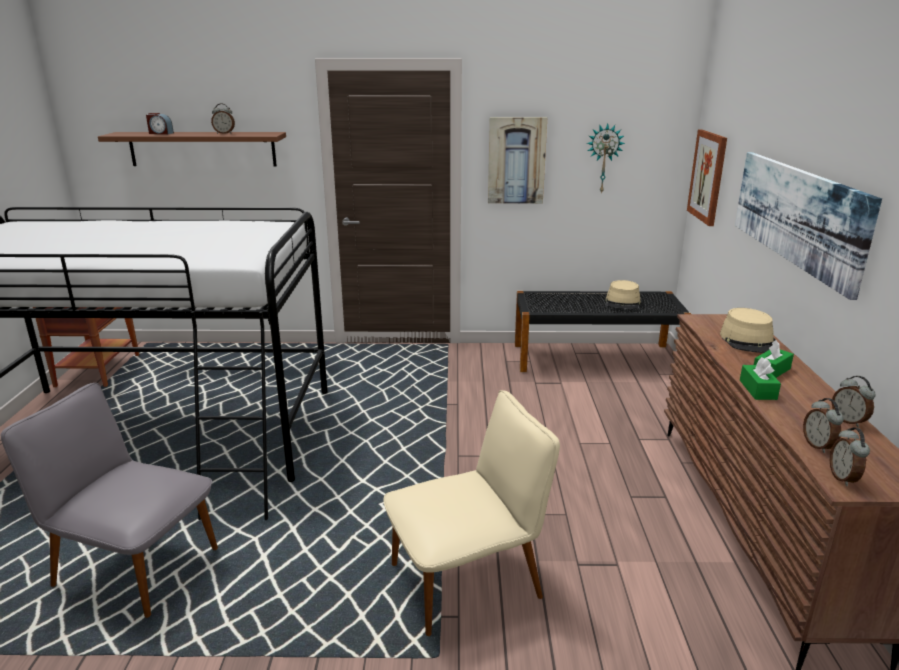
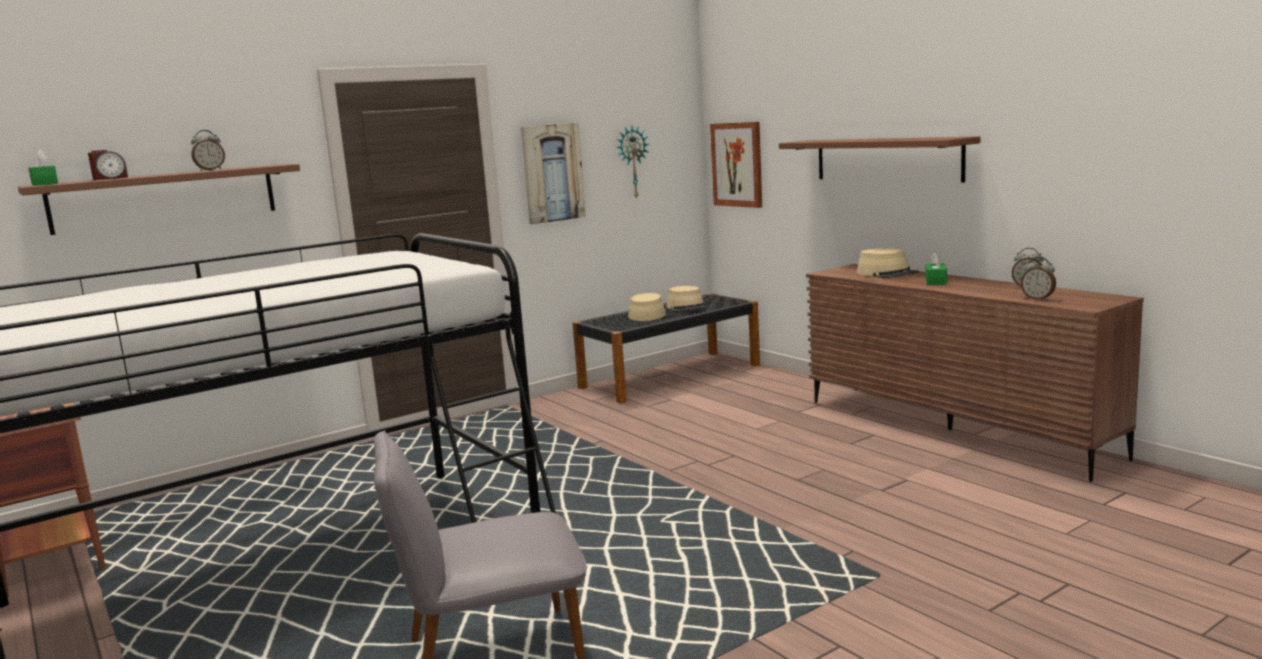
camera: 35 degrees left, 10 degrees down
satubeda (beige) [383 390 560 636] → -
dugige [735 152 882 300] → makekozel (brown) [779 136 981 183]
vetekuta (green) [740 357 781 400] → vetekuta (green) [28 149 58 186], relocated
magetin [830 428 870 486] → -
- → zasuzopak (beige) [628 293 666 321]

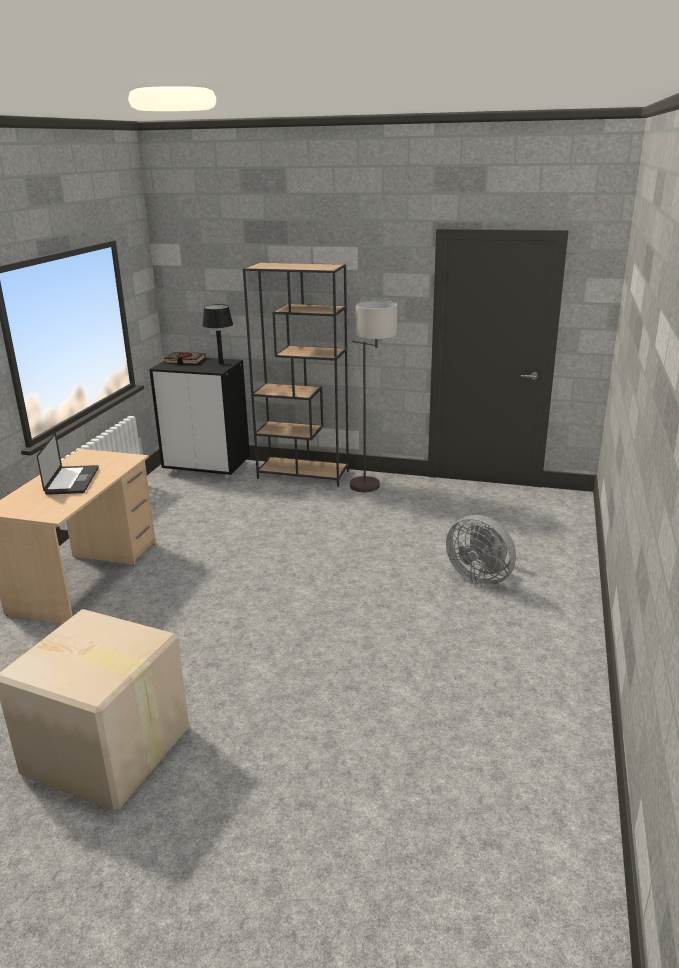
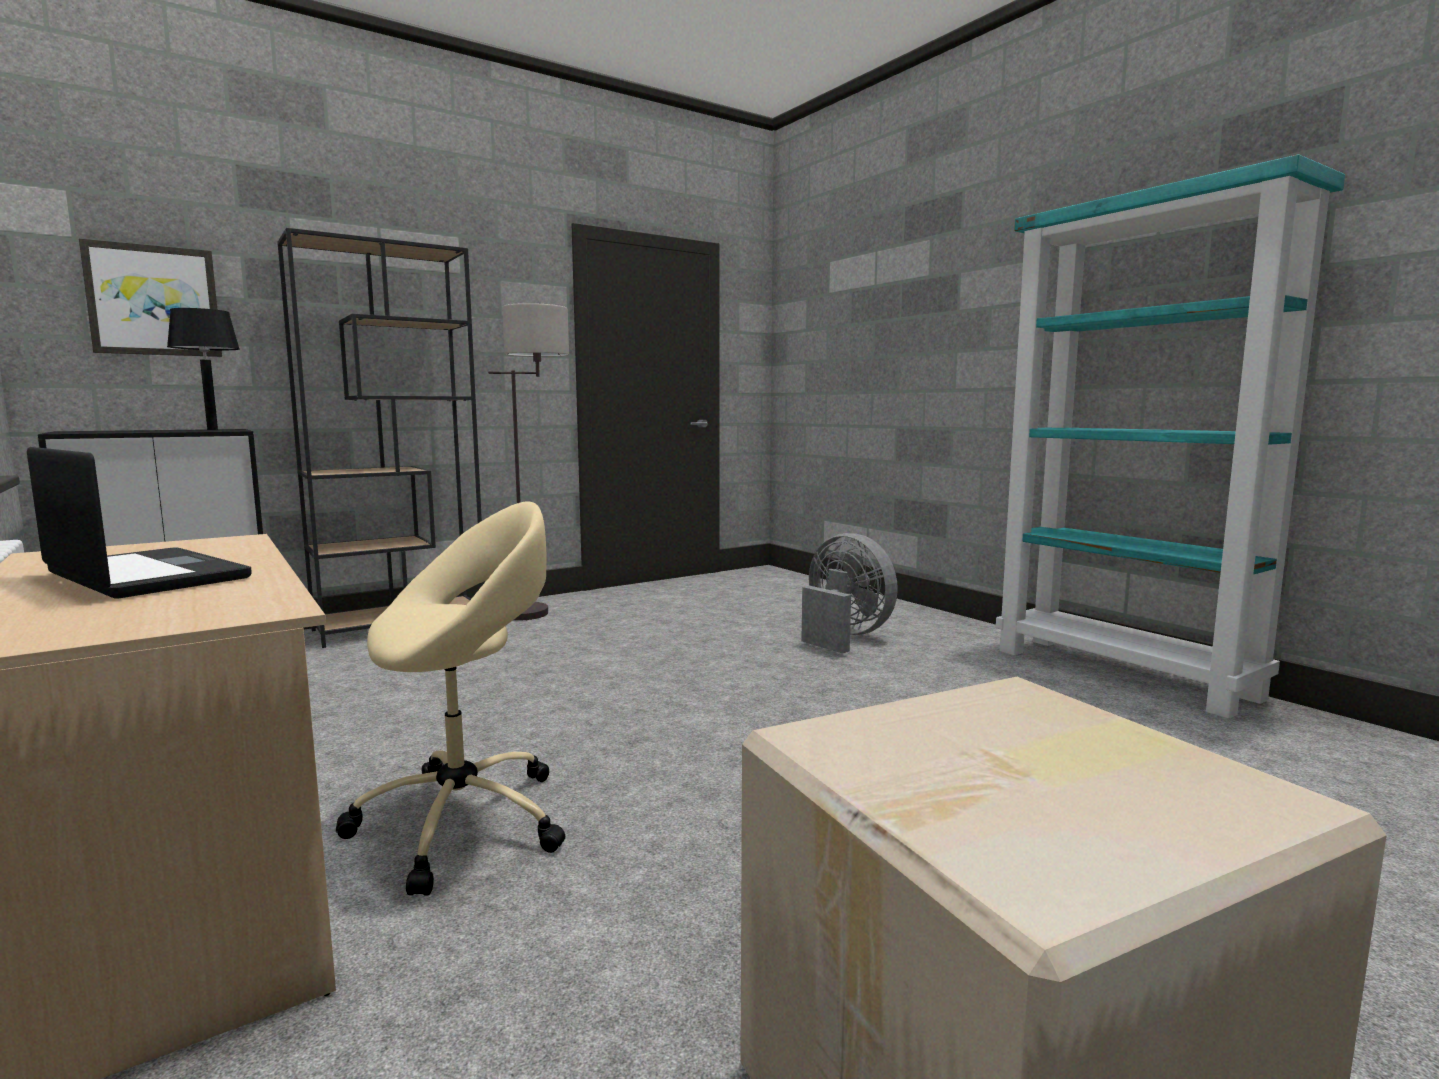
camera: 50 degrees left, 15 degrees down
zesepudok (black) [164 352 206 364] → -
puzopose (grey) [446 515 516 586] → puzopose (grey) [801 533 898 654], 120 degrees counterclockwise
- → dugige [79 238 222 357]
- → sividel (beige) [336 501 565 896]
- → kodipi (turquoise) [996 154 1345 719]

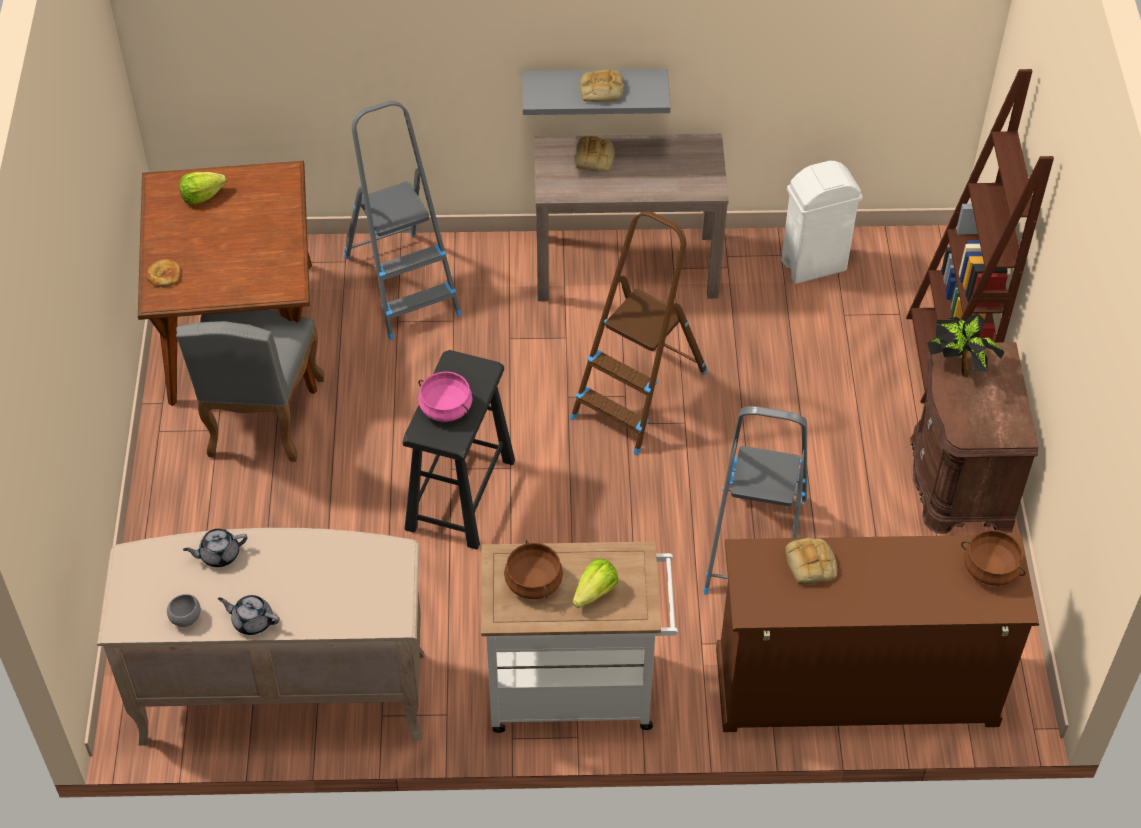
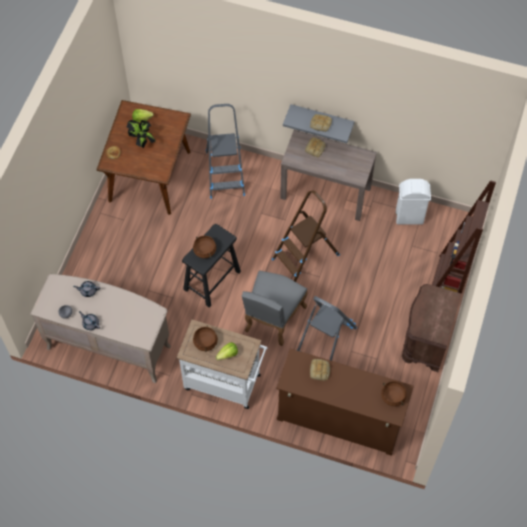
camera: 20 degrees right, 10 degrees up
satubeda (grey) [176 309 324 462] → satubeda (grey) [242 270 308 346], relocated
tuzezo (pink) [418 371 473 422] → tuzezo (brown) [193 236 216 258]
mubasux [927 314 1005 377] → mubasux [127 120 156 148], relocated

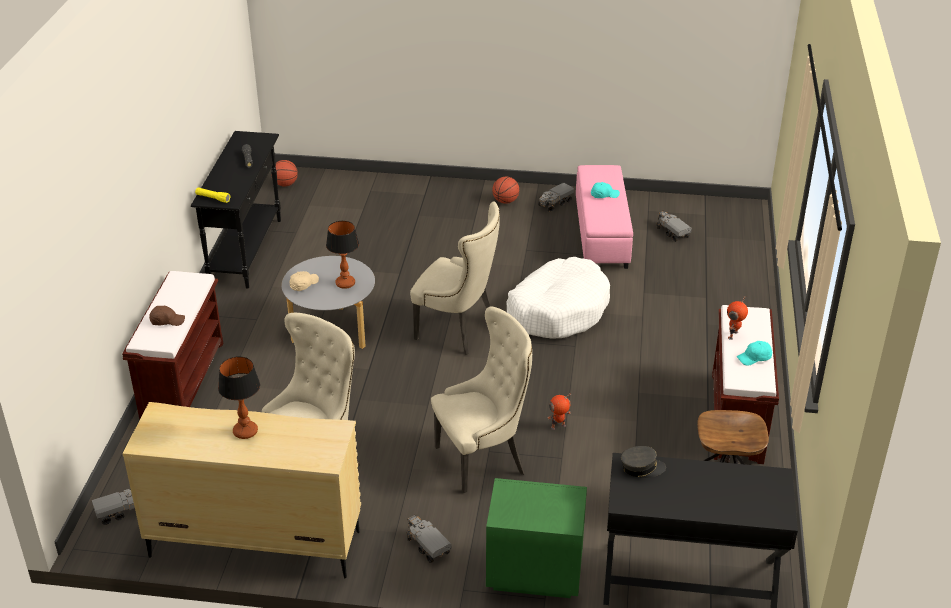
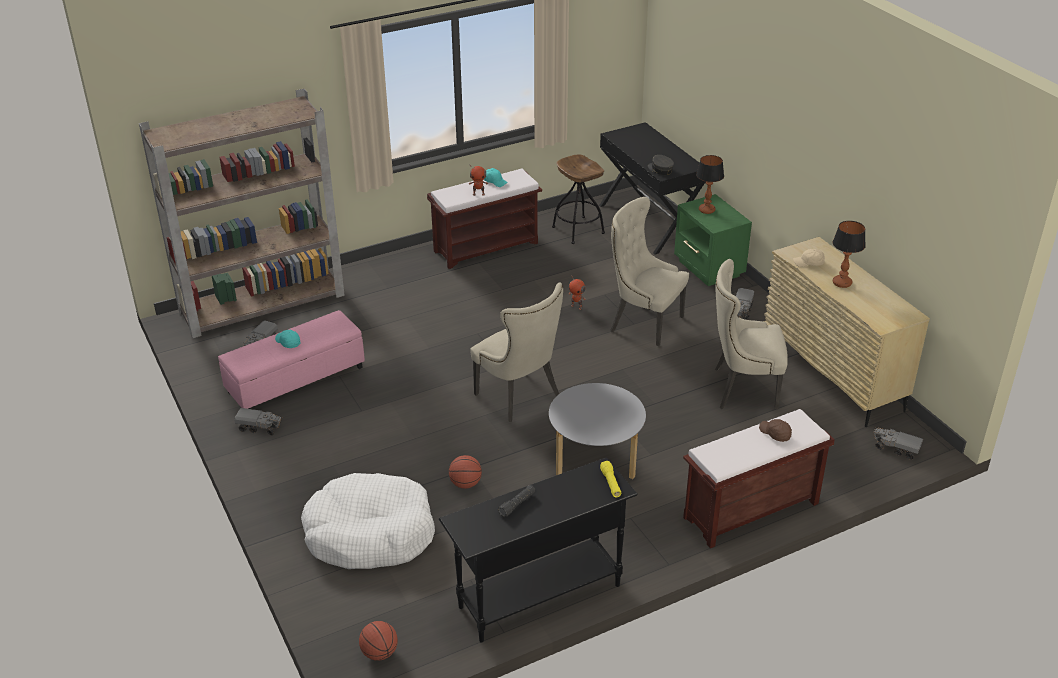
camera: 125 degrees left, 0 degrees up
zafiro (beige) [290 271 319 291] → zafiro (beige) [793 249 825 267], relocated
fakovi [326 221 359 289] → fakovi [696 155 724 214], relocated
satubeda (beige) [410 201 500 355] → satubeda (beige) [470 282 563 422], 150 degrees clockwise
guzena [492 177 519 204] → guzena [449 455 482 489], relocated
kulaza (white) [507 257 610 339] → kulaza (white) [301 473 435 569], relocated
- → kodipi (brown) [139 89 345 338]

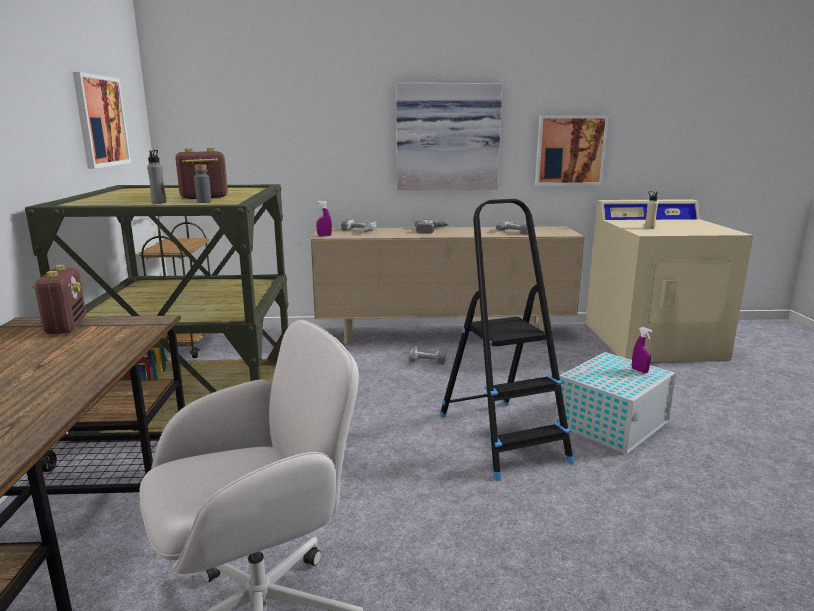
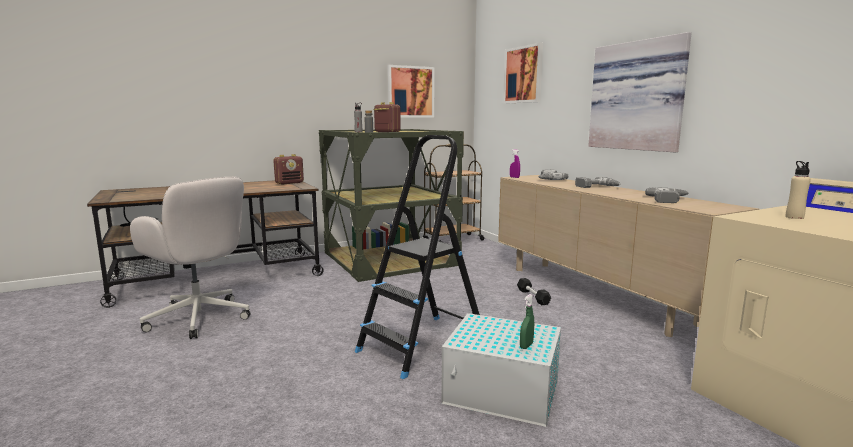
camera: 65 degrees right, 5 degrees down
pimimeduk [409 345 446 364] → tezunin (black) [517 278 551 305]
dugige [535 115 609 186] → dugige [503 42 543 104], relocated
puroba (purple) [632 327 652 373] → puroba (green) [520 294 534 349]

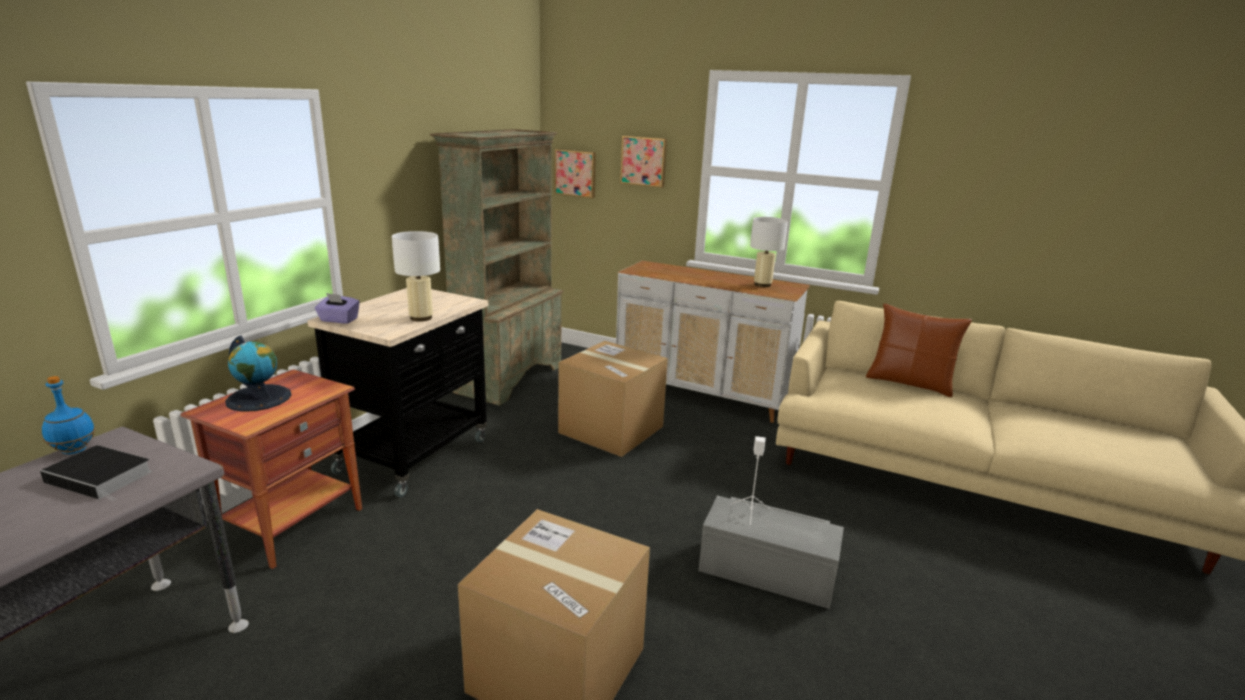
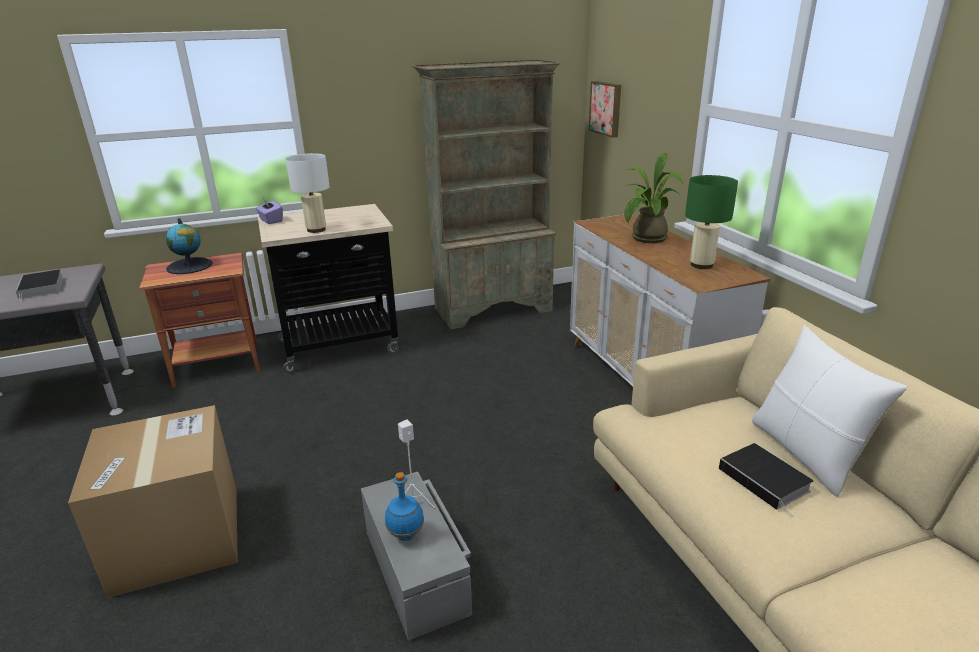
camera: 45 degrees right, 5 degrees up
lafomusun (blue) [42 376 95 454] → lafomusun (blue) [385 472 424 541], relocated
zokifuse [558 341 668 457] → -
dugige [620 136 667 188] → -
fakovi (white) [750 217 788 287] → fakovi (green) [685 175 738 269]
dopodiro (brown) [866 303 972 397] → dopodiro (white) [752 325 907 497]
- → mubasux [624 153 683 243]
- → zesepudok [719 443 813 517]

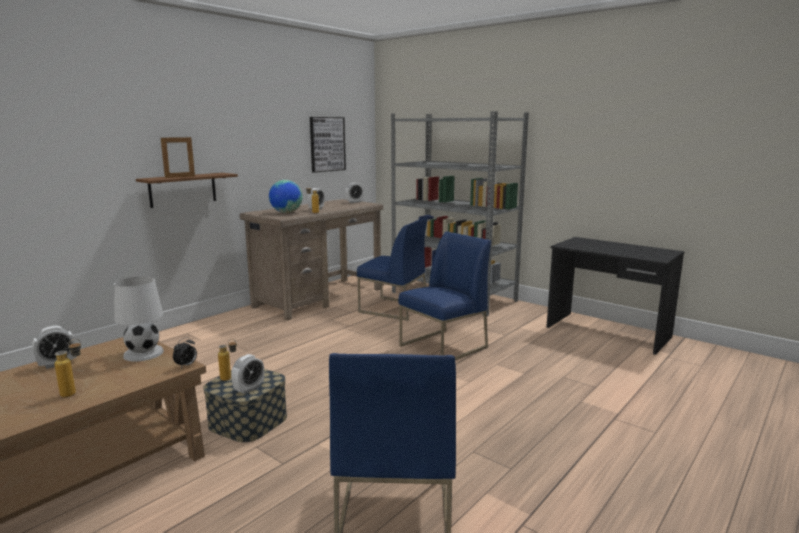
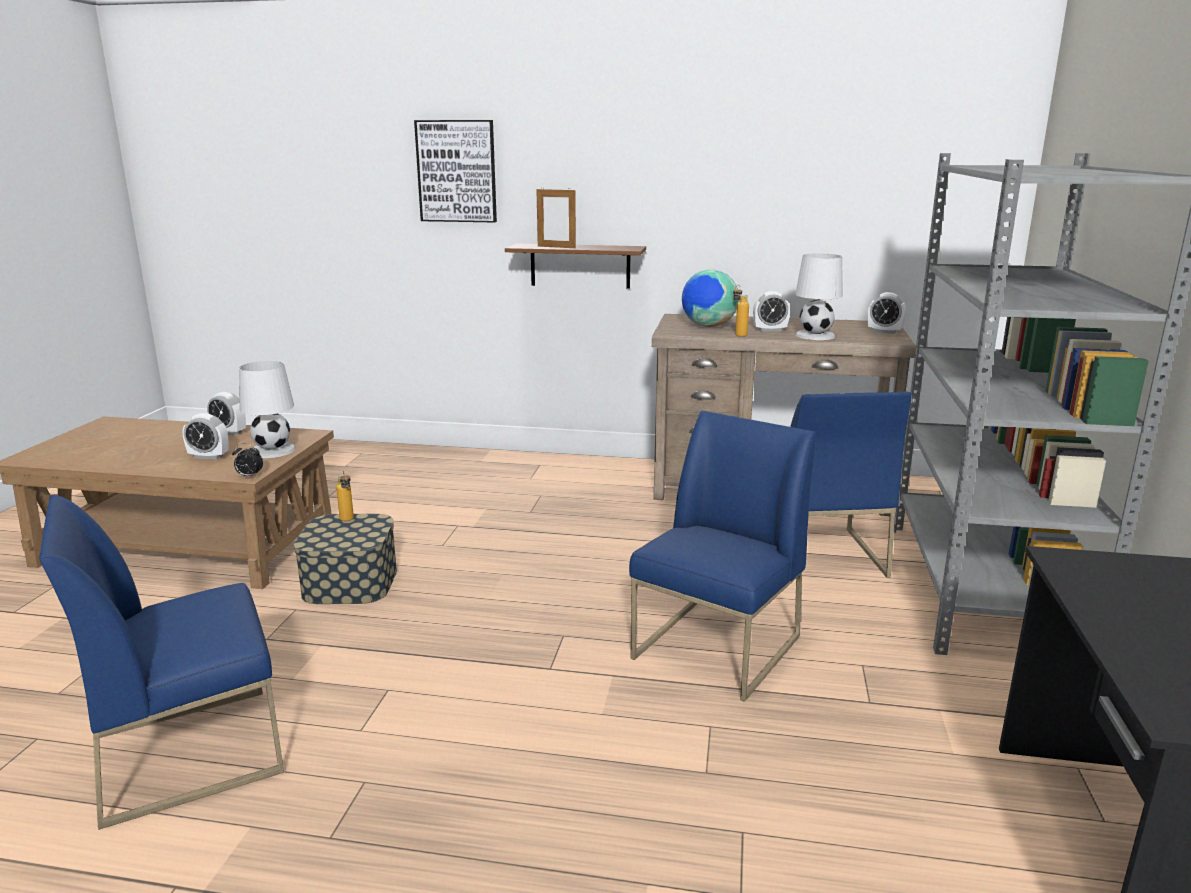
camera: 60 degrees right, 5 degrees up
lafomusun [55 339 81 397] → -
magetin [231 354 264 394] → magetin [183 413 229 459], relocated
dugige [310 117 346 173] → dugige [414 120 497 223], relocated
satubeda (blue) [398 231 491 361] → satubeda (blue) [629 411 816 702], 75 degrees counterclockwise
- → fakovi (white) [795 253 843 340]

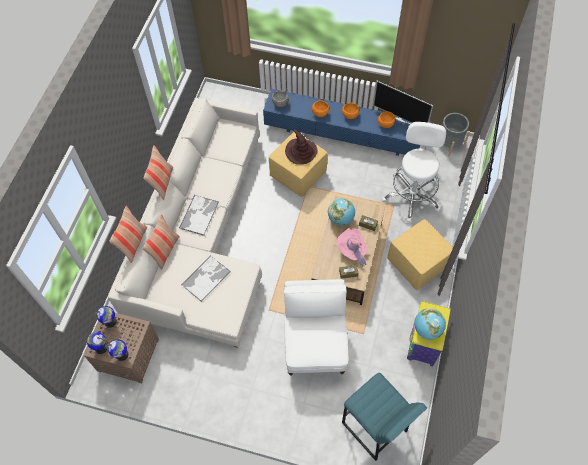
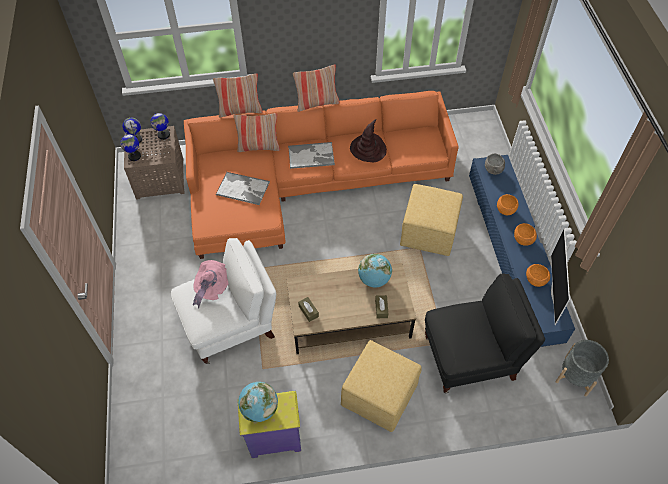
camera: 65 degrees right, 5 degrees down
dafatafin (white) [108 98 262 348] → dafatafin (orange) [184 91 459 259]
zasuzopak (brown) [285 128 318 165] → zasuzopak (brown) [350 119 387 162], relocated
zasuzopak (pink) [337 228 368 267] → zasuzopak (pink) [193 260 229 308], relocated
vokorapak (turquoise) [342 373 427 461] → -
vokorapak (white) [382 122 446 222] → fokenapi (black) [425 273 545 393]

